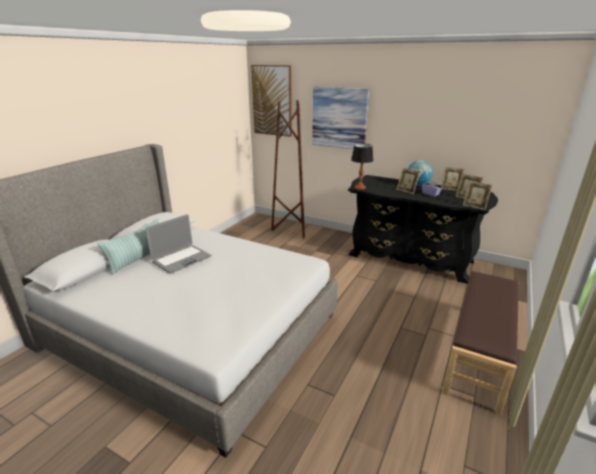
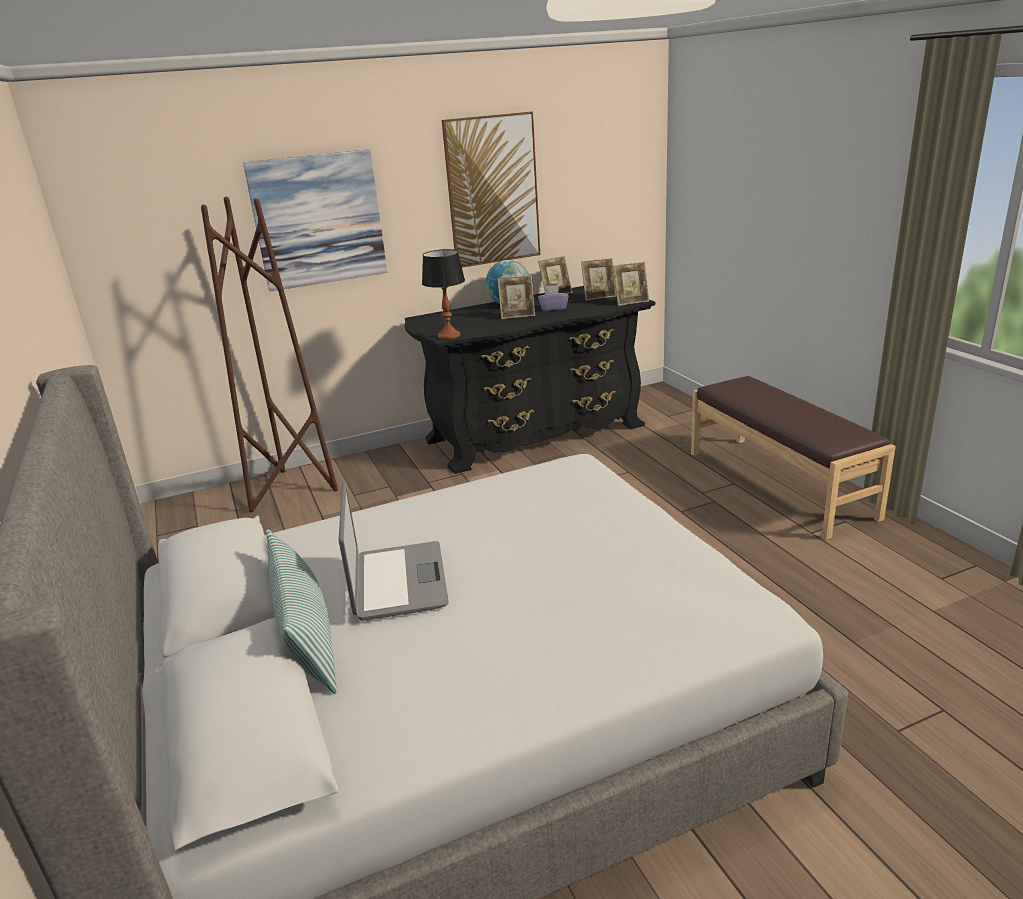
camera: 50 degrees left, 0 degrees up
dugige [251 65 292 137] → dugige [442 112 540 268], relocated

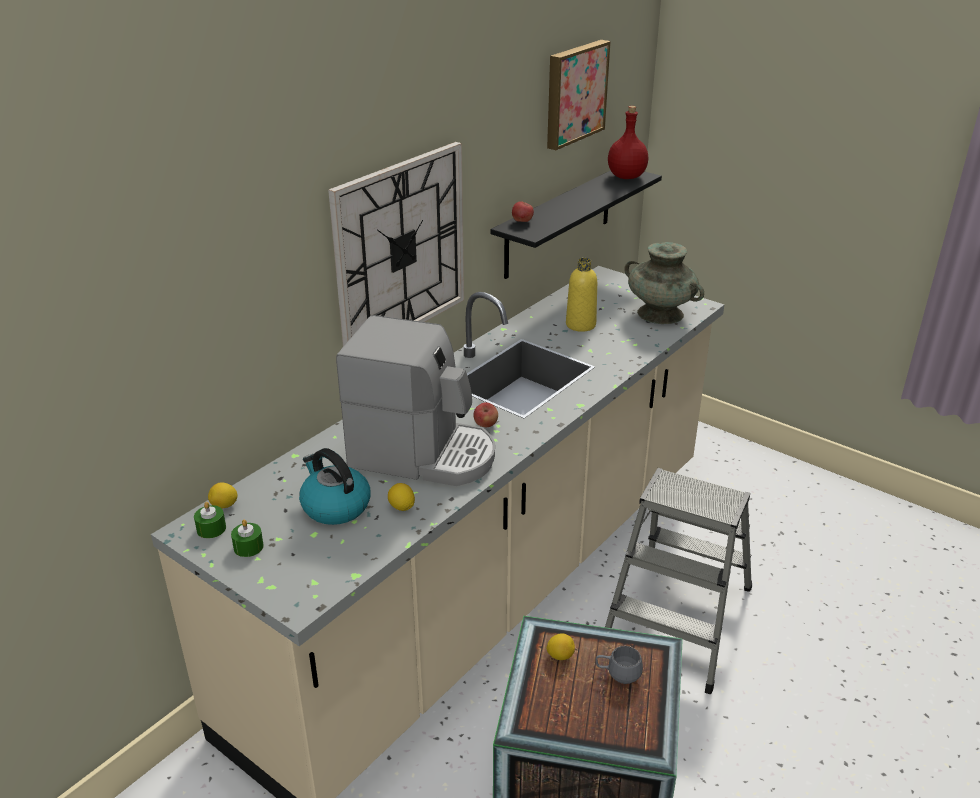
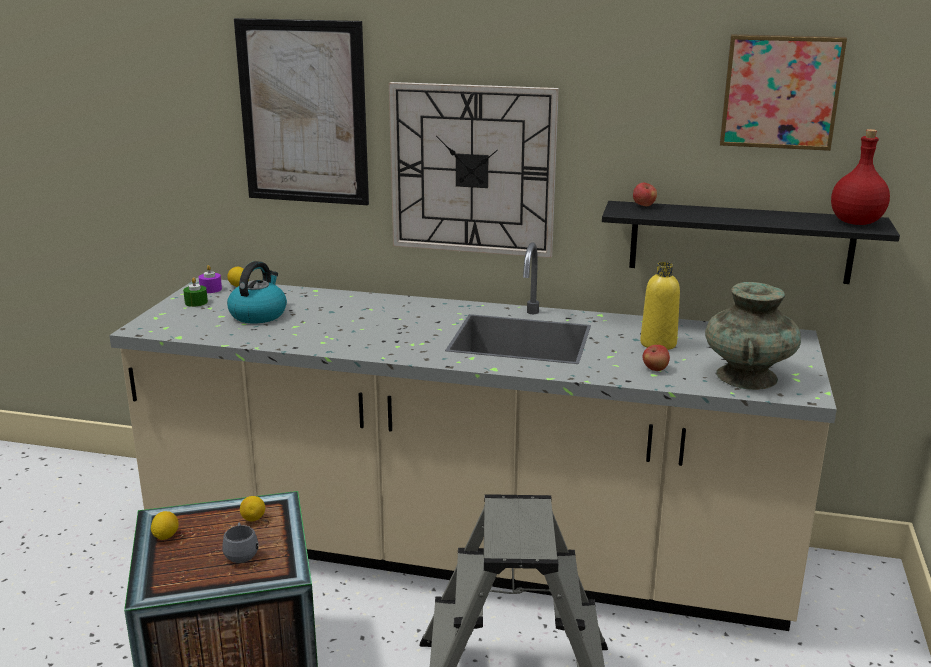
camera: 65 degrees right, 10 degrees down
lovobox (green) [194 502 226 538] → lovobox (purple) [199 265 222 293]
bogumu [336 315 495 486] → -
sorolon [388 483 415 511] → sorolon [151 511 179 540], relocated
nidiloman [474 402 498 427] → nidiloman [643 345 670 371], relocated
- → dugige [234 18 369 205]

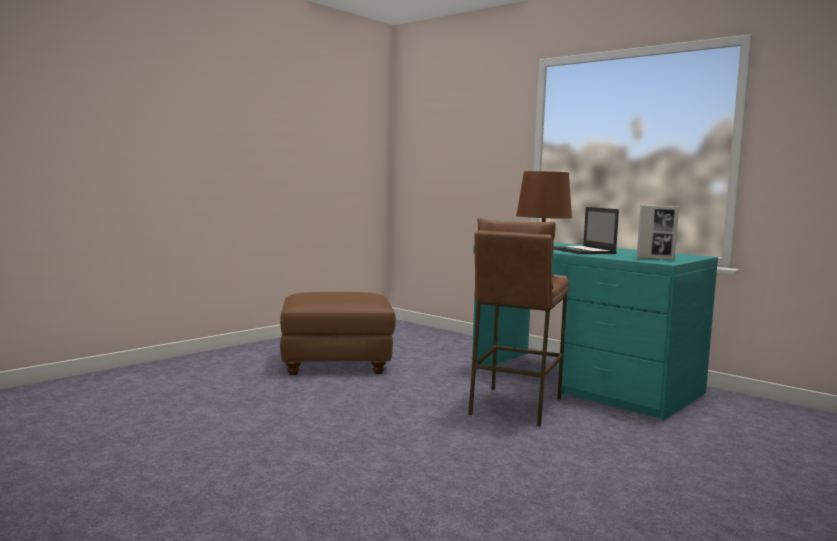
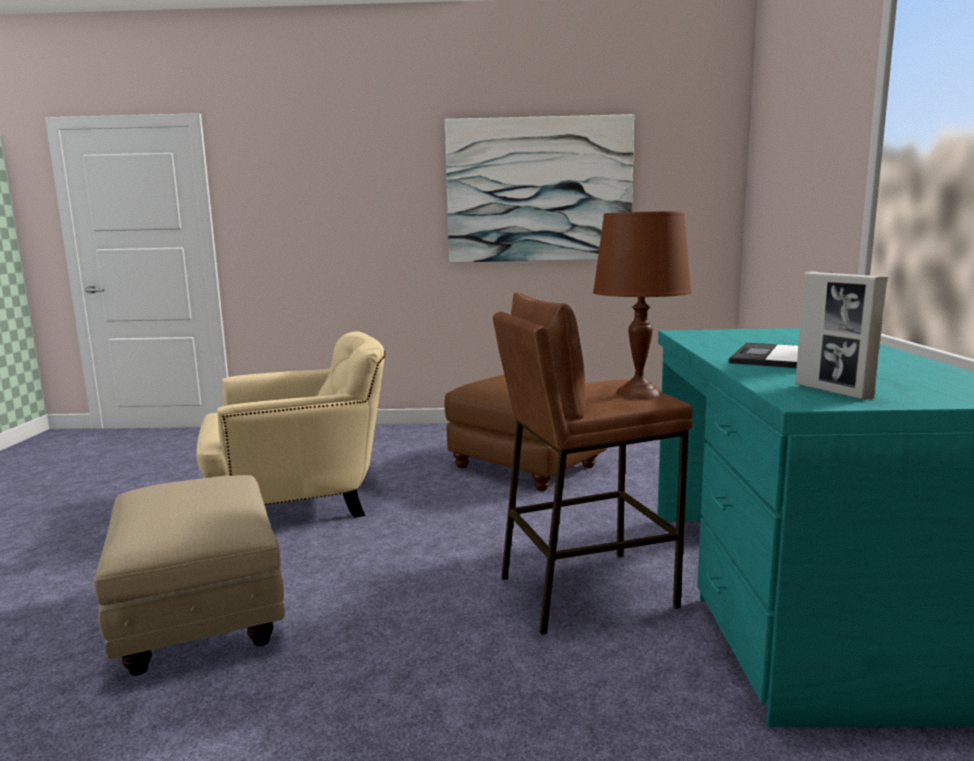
camera: 50 degrees right, 5 degrees up
- → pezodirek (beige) [94 475 285 675]
- → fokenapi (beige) [196 331 385 517]
- → dugige [445 114 634 262]

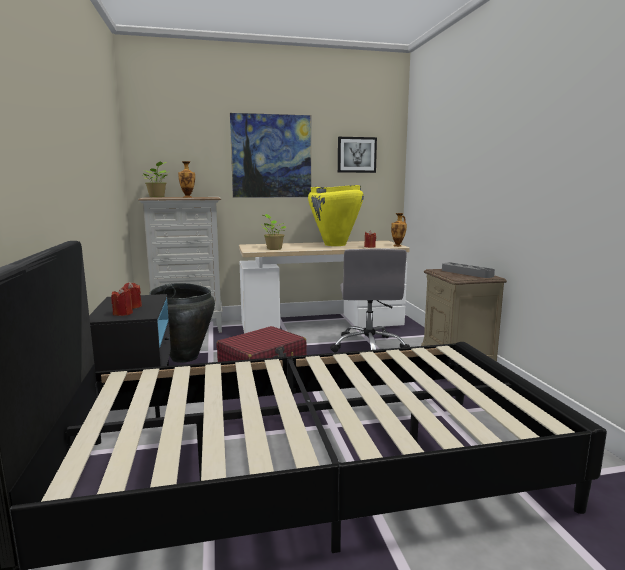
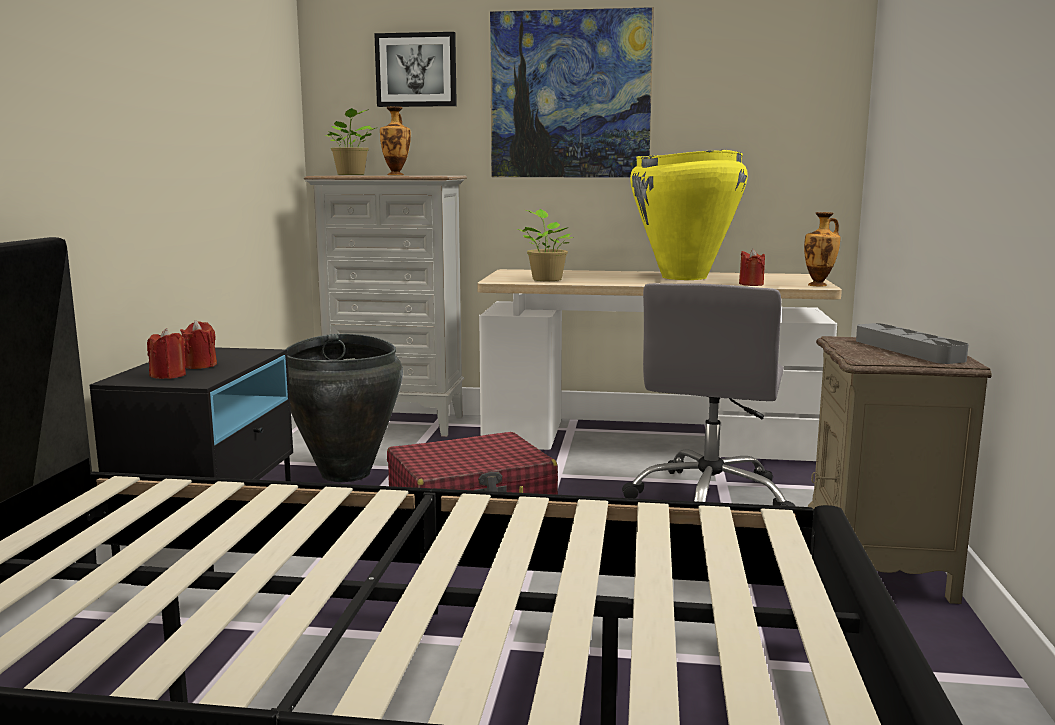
camera: 20 degrees right, 0 degrees up
dugige [338 137 377 173] → dugige [374 32 457 107], relocated

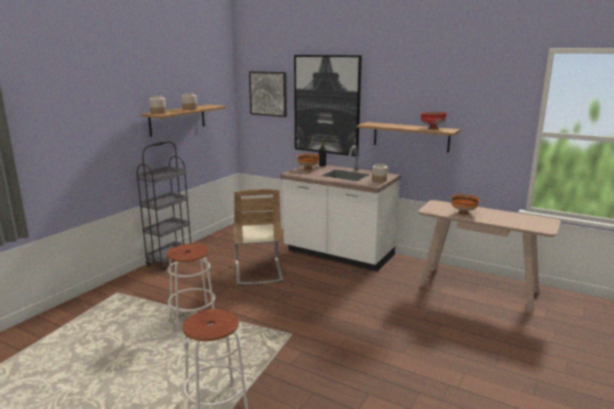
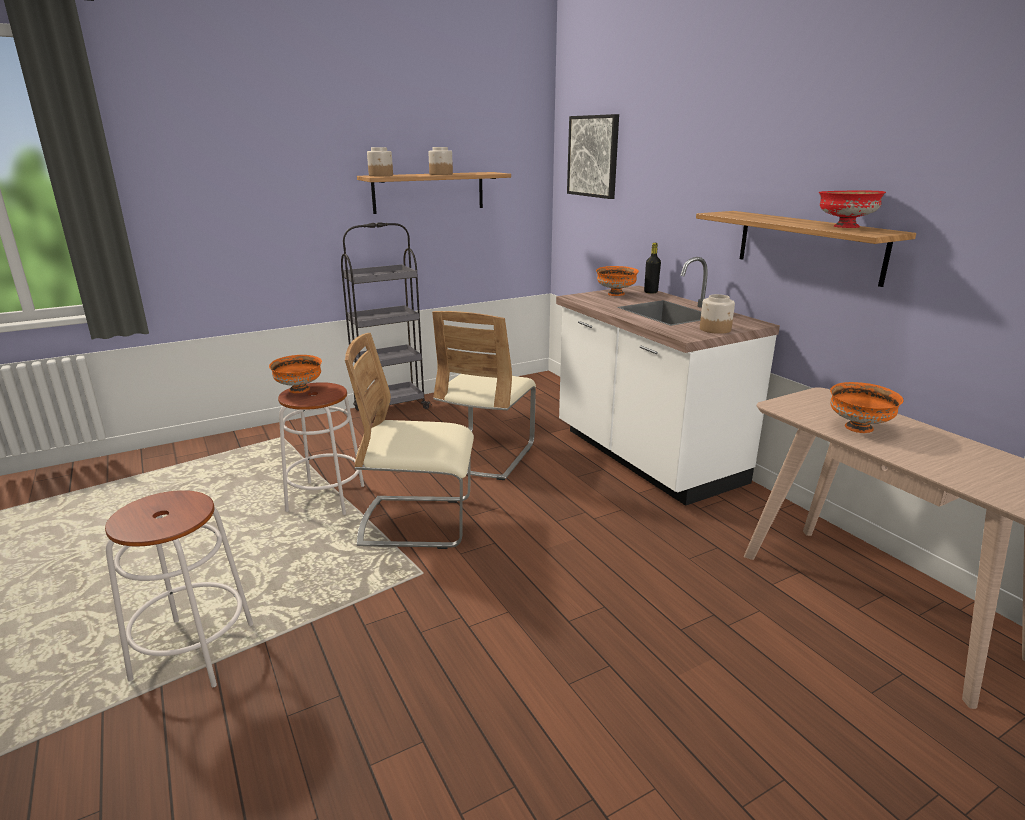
camera: 30 degrees right, 5 degrees up
dugige [294 55 362 156] → -
- → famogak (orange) [269 355 322 393]
- → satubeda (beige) [345 333 474 549]

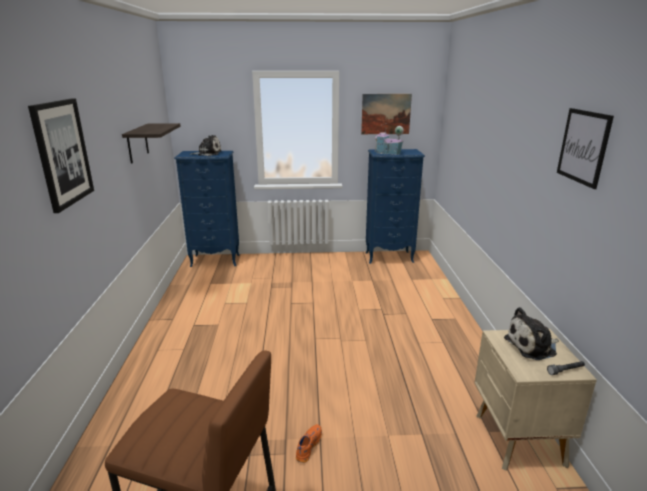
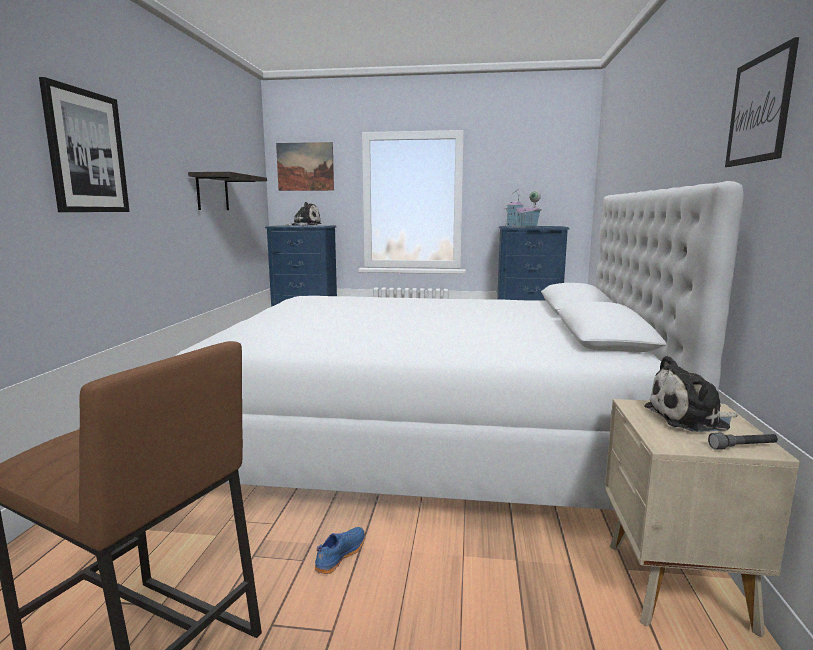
camera: 10 degrees right, 10 degrees down
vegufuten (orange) [296 424 322 463] → vegufuten (blue) [315 527 365 574]
dugige [361 94 412 134] → dugige [276 142 334 191], relocated
- → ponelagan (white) [176 181 744 510]

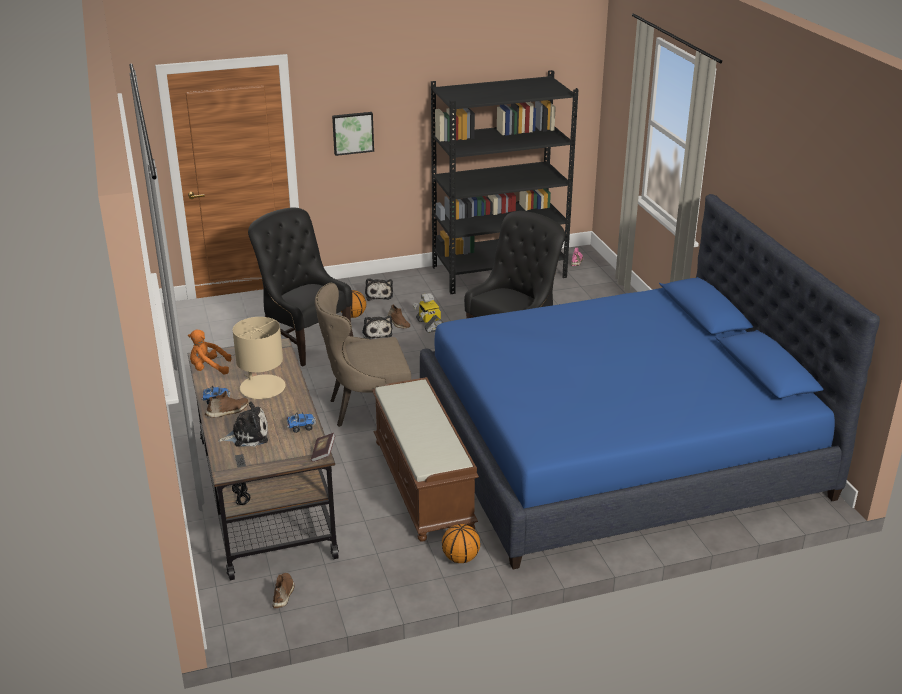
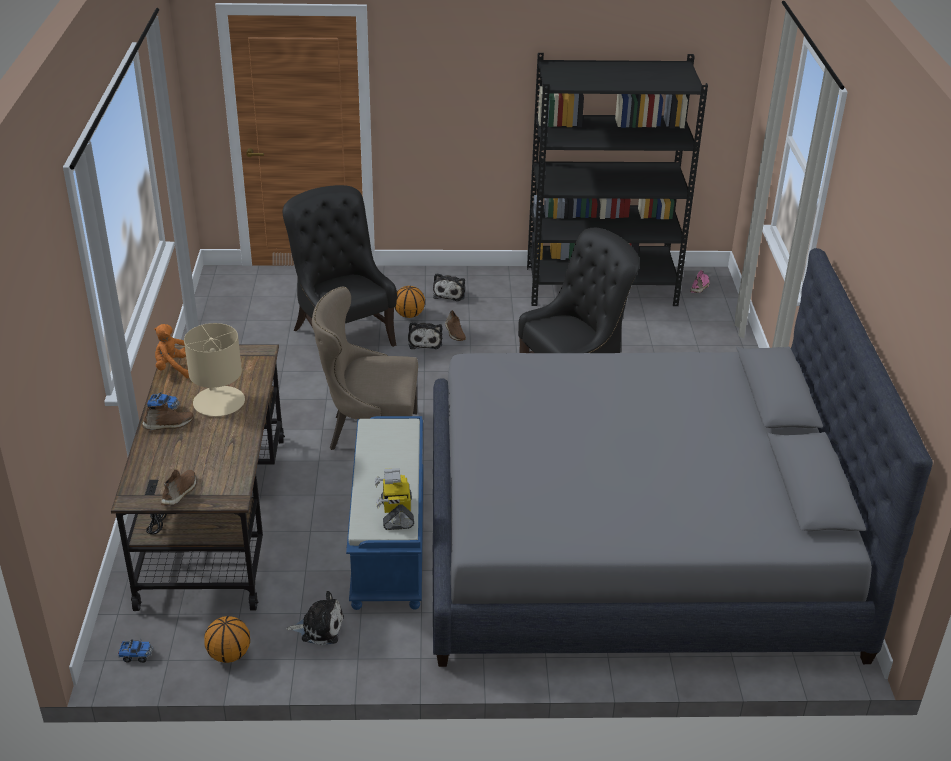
camera: 15 degrees right, 5 degrees up
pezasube [218 401 268 447] → pezasube [286 591 344 645], relocated
vegufuten (brown) [272 573 294 608] → vegufuten (brown) [161 469 197 506], relocated
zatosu [286 412 316 433] → zatosu [118 638 153 663], relocated
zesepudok [311 433 335 462] → -
dugige [332 112 374 156] → -
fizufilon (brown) [372 377 479 542] → fizufilon (blue) [346 416 423 610]
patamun [413 293 443 333] → patamun [375 468 414 530], relocated
ponelagan (blue) [420 194 880 569] → ponelagan (grey) [433 248 933 667]
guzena [442 524 480 563] → guzena [204 616 250 663], relocated

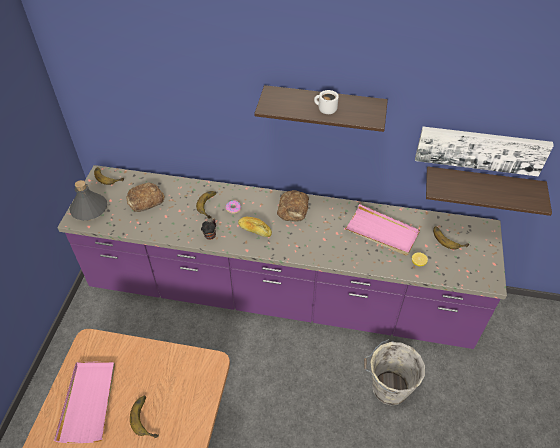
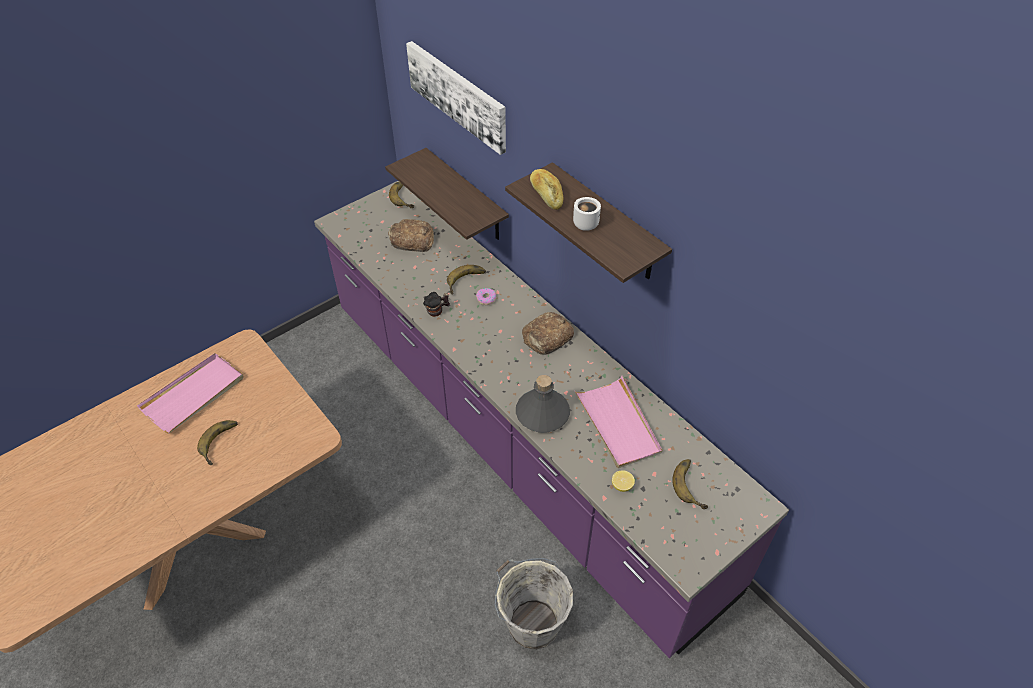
camera: 40 degrees right, 0 degrees up
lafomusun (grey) [70 180 107 220] → lafomusun (grey) [516 375 570 433], relocated
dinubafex [238 217 272 237] → dinubafex [530 169 563 210], relocated
dugige [415 127 554 177] → dugige [406 41 506 155], relocated
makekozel [426 167 552 216] → makekozel [385 148 509 240], relocated

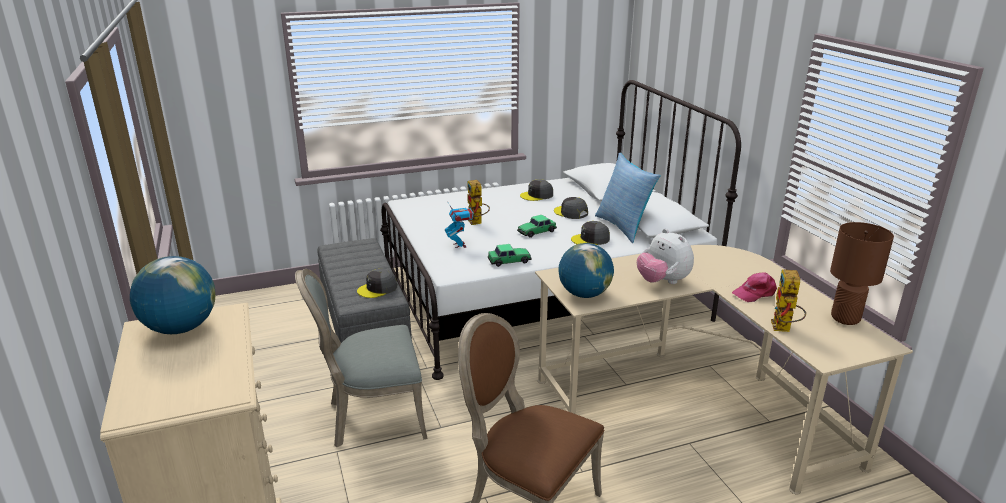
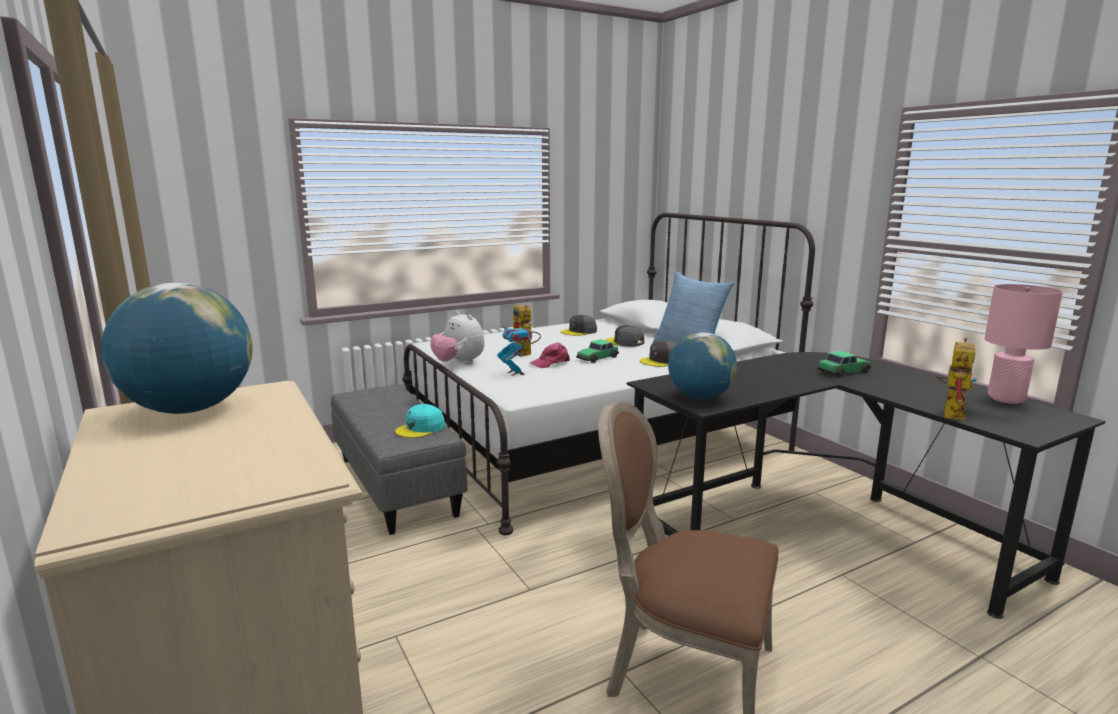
camera: 10 degrees left, 10 degrees down
satubeda (grey) [295 269 428 447] → -
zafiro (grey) [357 269 397 298] → zafiro (turquoise) [395 404 445 438]
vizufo [488 244 531 267] → vizufo [817 351 871 377], relocated
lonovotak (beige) [535 245 913 494] → lonovotak (black) [627 352 1106 619]
pezasube [637 229 694 284] → pezasube [430 311 485 364], relocated
zafiro (pink) [732 272 777 302] → zafiro (pink) [530 343 570 368], relocated
patamun [771 269 806 332] → patamun [936 338 977 420], 150 degrees counterclockwise
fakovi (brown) [830 222 894 325] → fakovi (pink) [984 284 1063 404]

